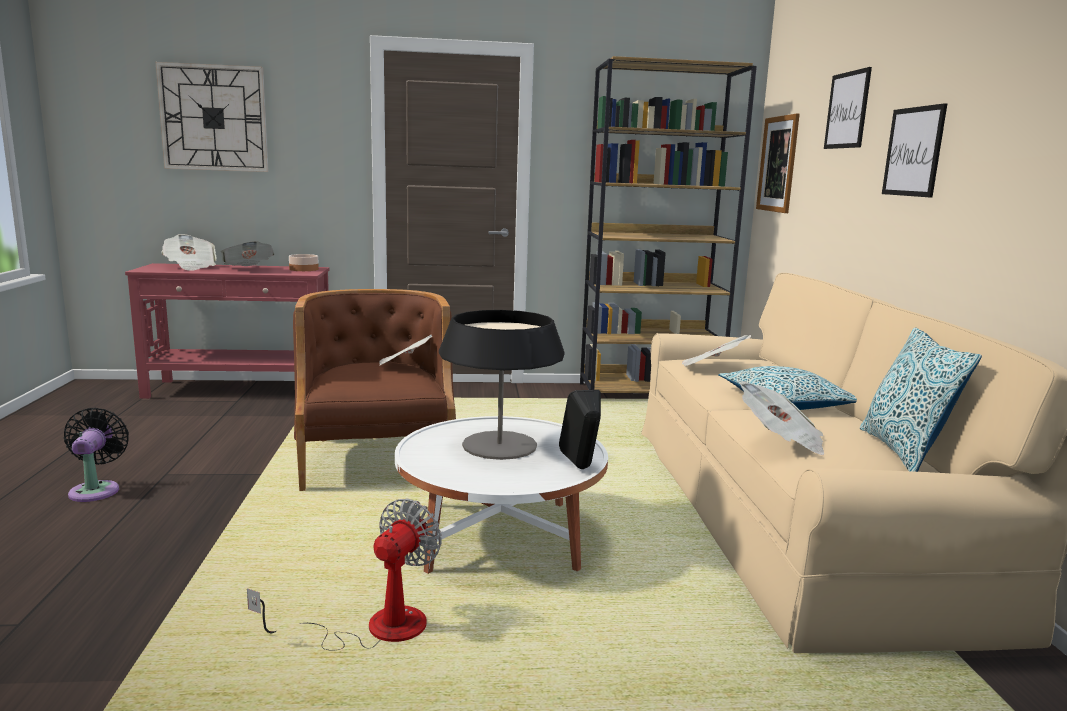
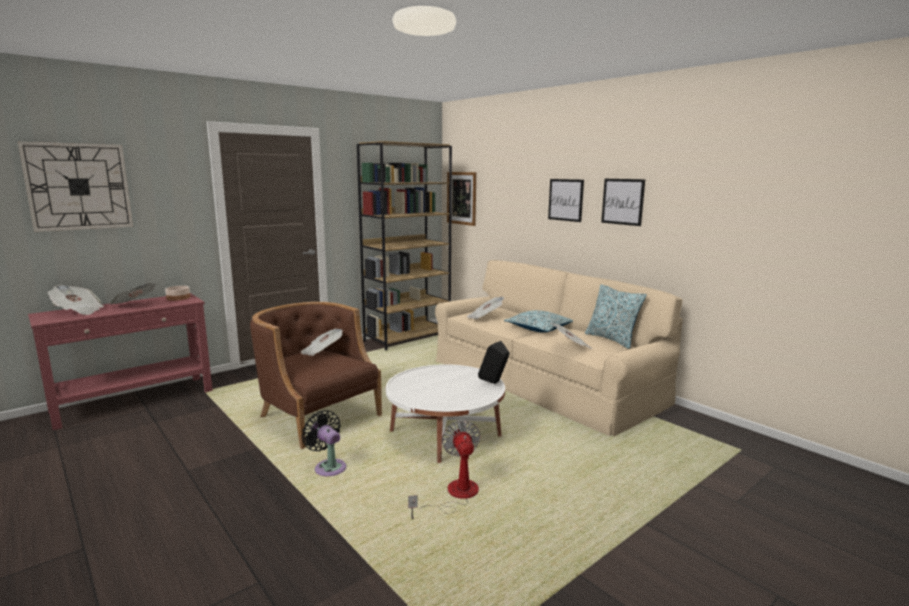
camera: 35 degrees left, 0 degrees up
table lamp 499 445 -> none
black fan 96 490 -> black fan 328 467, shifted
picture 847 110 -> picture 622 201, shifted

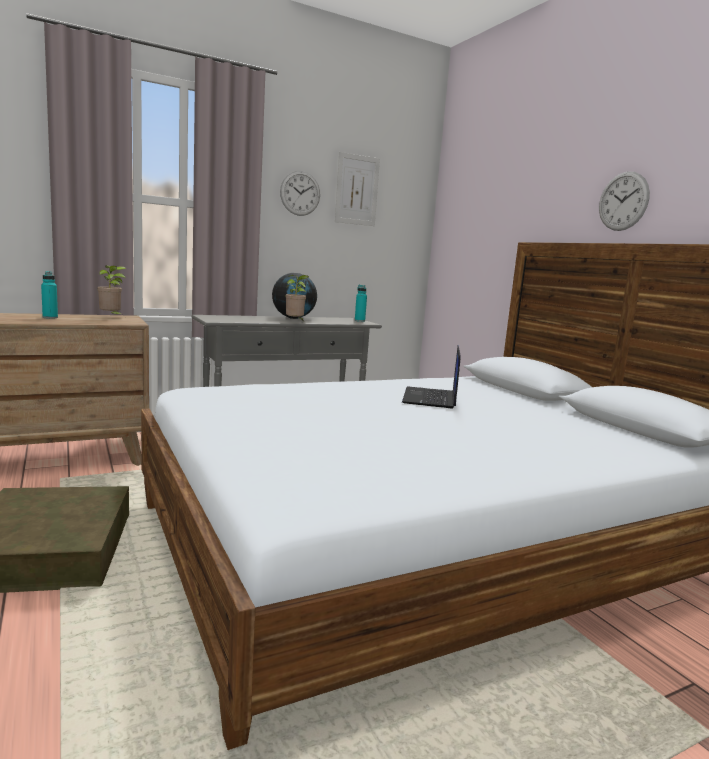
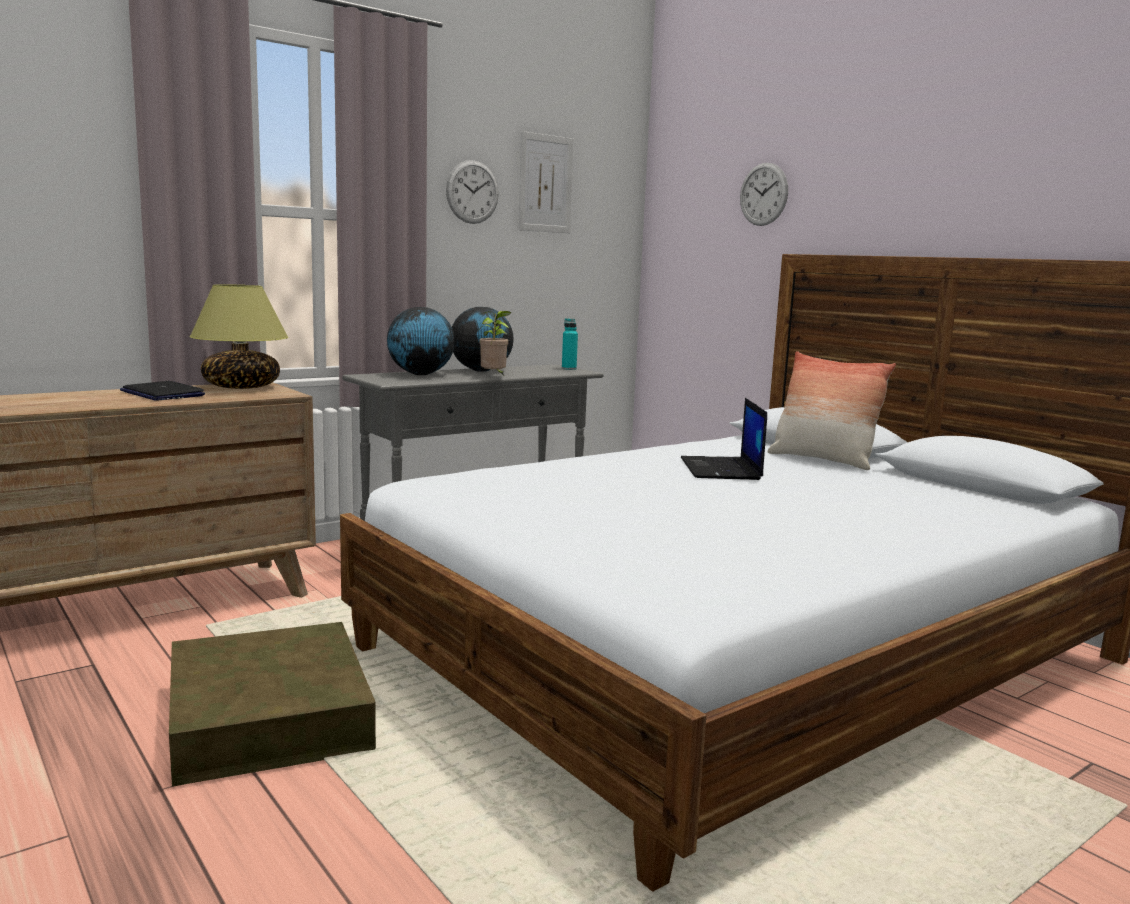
camera: 10 degrees left, 0 degrees up
none -> globe 420 374
none -> pillow 822 460
wall clock 623 201 -> wall clock 763 194, shifted
turquoise bottle 50 317 -> laptop 162 393
potted plant 111 317 -> table lamp 242 387

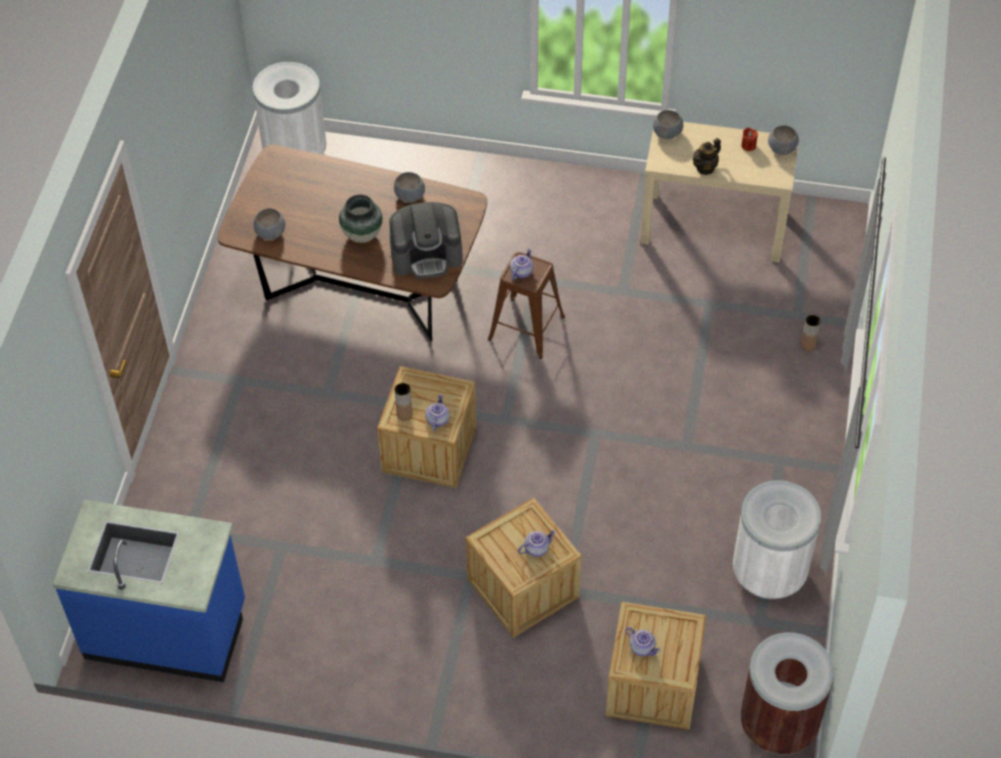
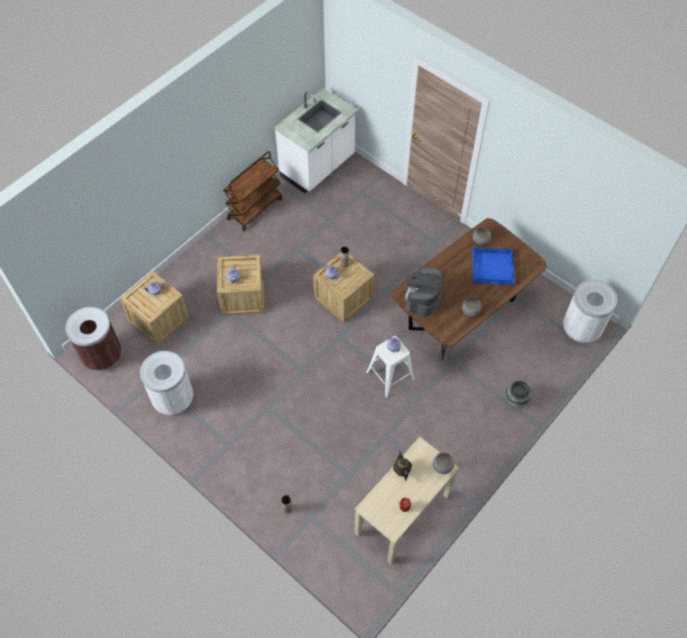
camera: 120 degrees right, 5 degrees up
grey bowl 782 148 -> none
none -> brown cart 255 208
none -> blue tray 493 266
vase 362 234 -> vase 515 400, shifted
blue counter 166 630 -> white counter 318 167
brown stool 526 328 -> white stool 389 376

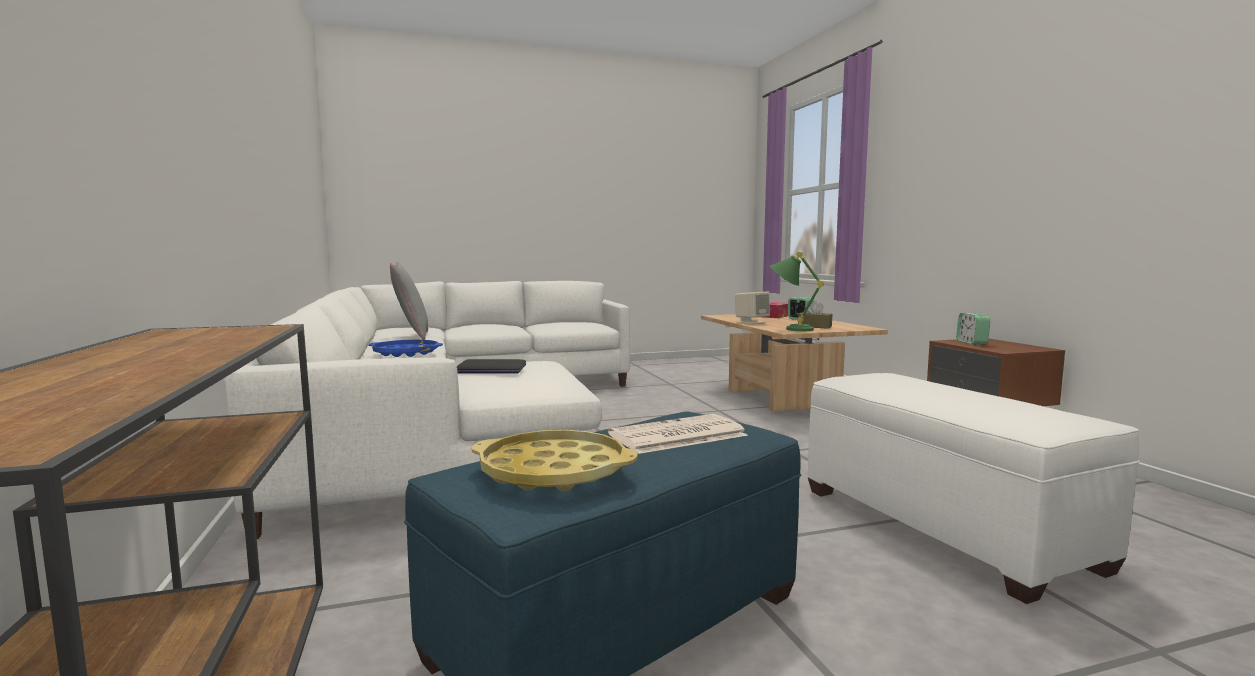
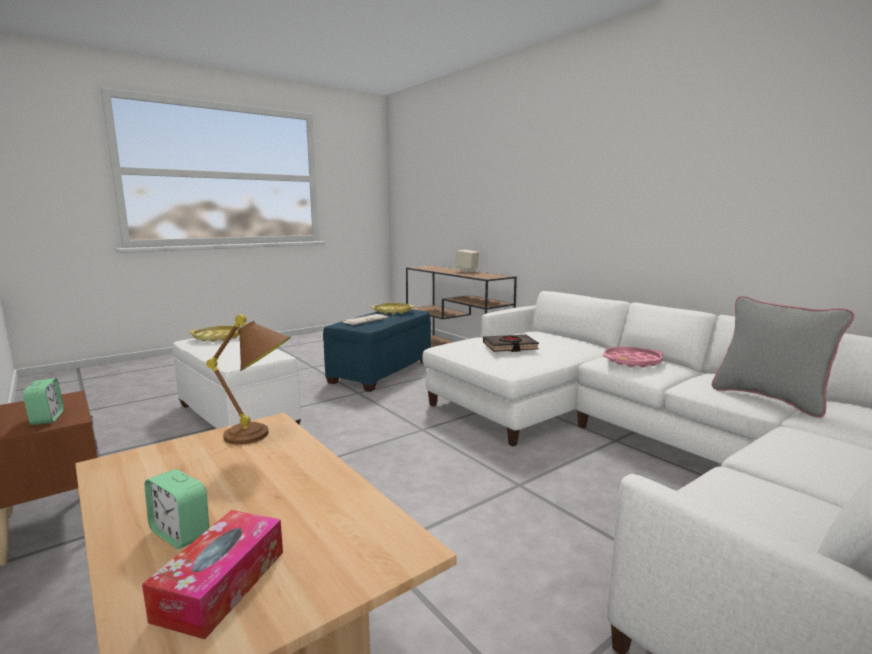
camera: 160 degrees right, 5 degrees up
brown tissue box 814 326 -> none
none -> yellow tray 218 337
beige speaker 751 322 -> beige speaker 467 271, shifted
laptop 490 369 -> black book 510 347
blue tray 406 353 -> pink tray 632 361
green table lamp 789 329 -> brown table lamp 261 436

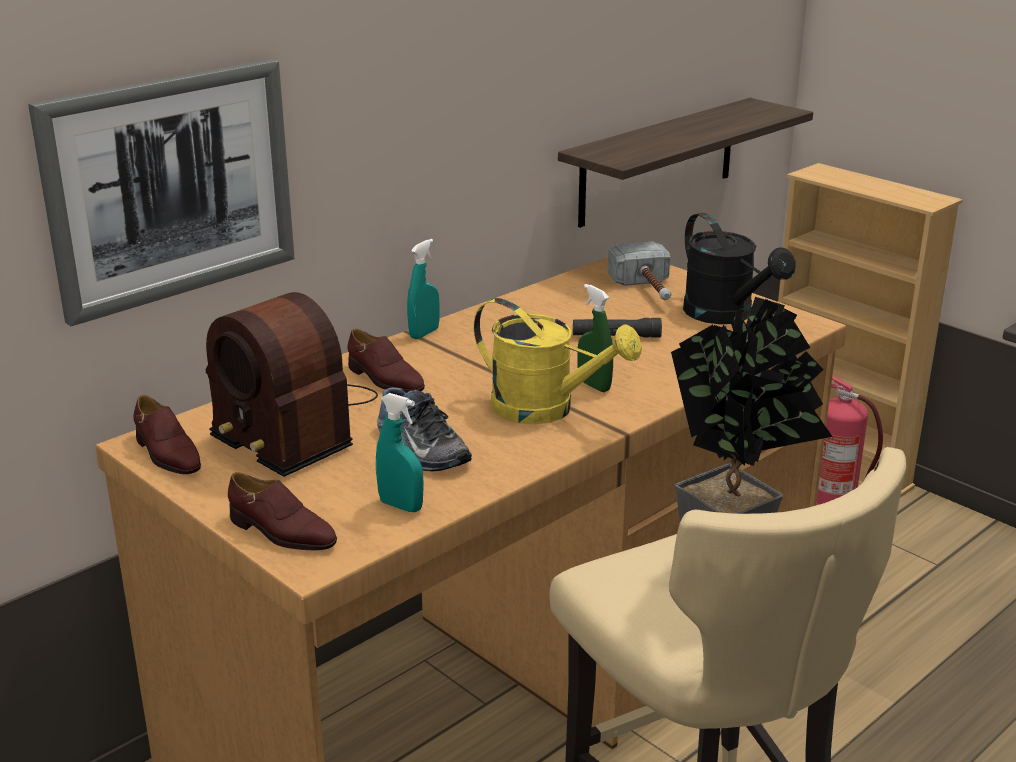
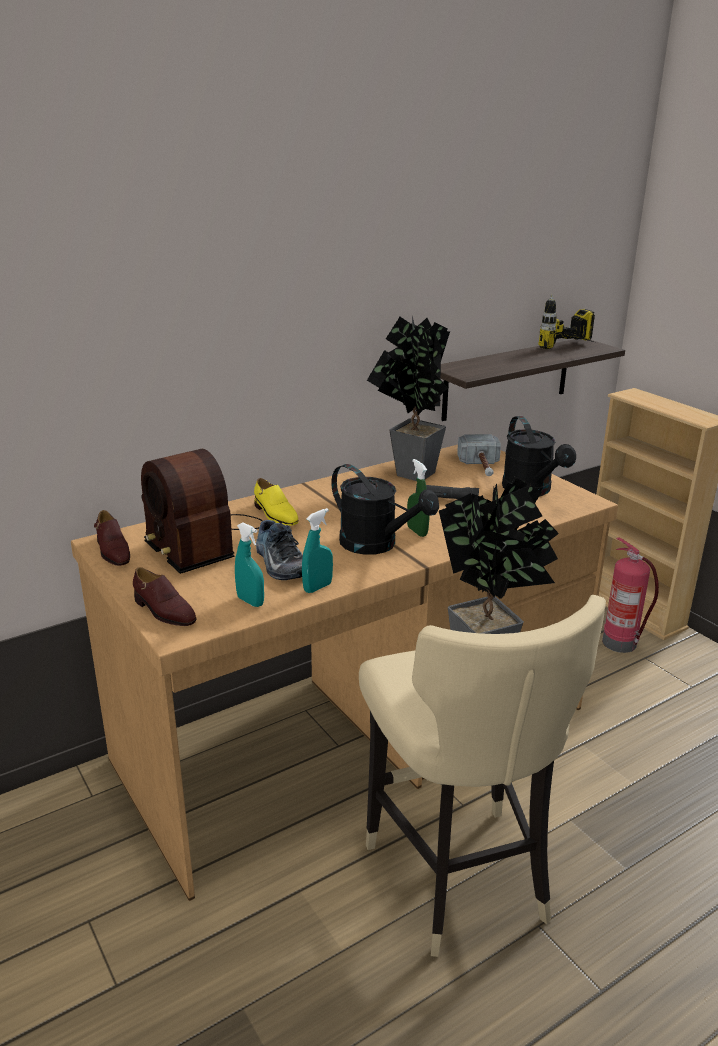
camera: 10 degrees right, 0 degrees up
picture 171 187 -> none
none -> potted plant 409 475
none -> power drill 576 350
turquoise spray bottle 424 333 -> turquoise spray bottle 317 587, shifted
brown shoe 385 379 -> yellow shoe 275 514
yellow watering can 546 409 -> black watering can 377 545

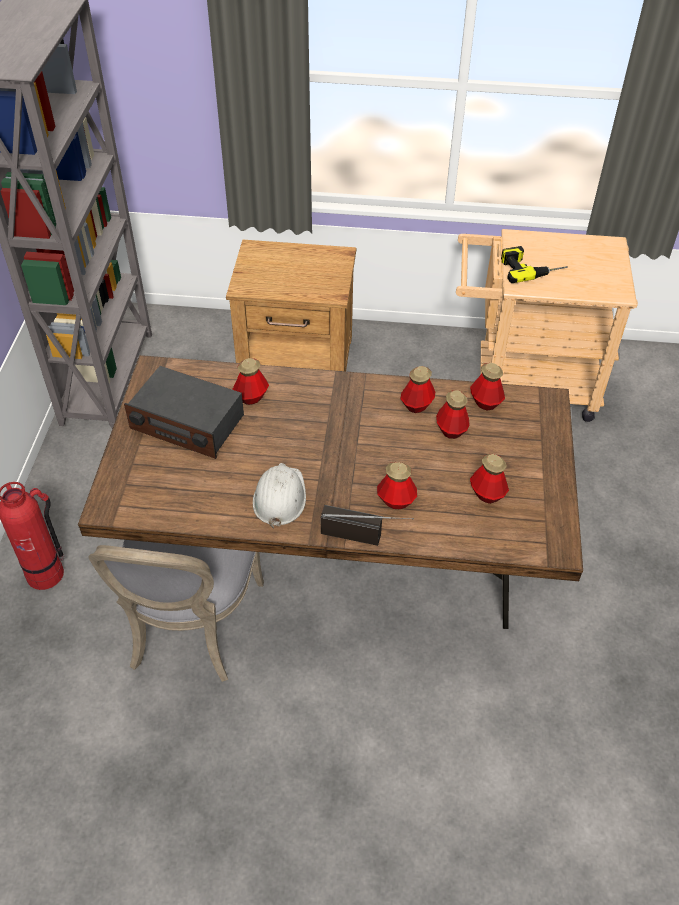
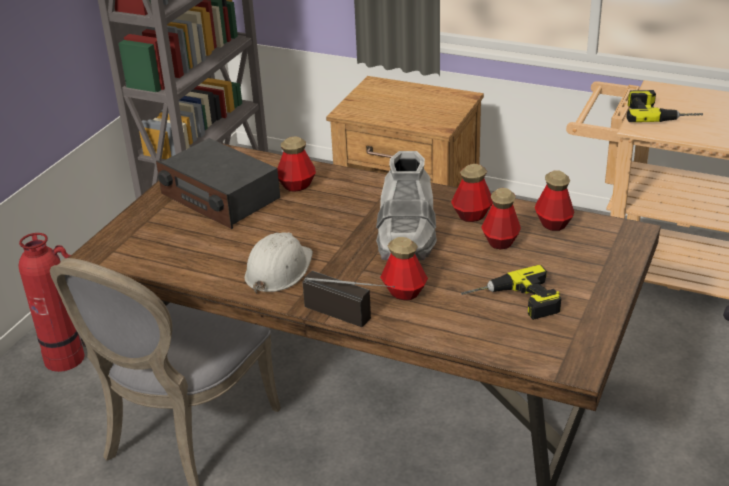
camera: 20 degrees right, 15 degrees down
none -> grey boot 407 237
bottle 487 494 -> power drill 513 303

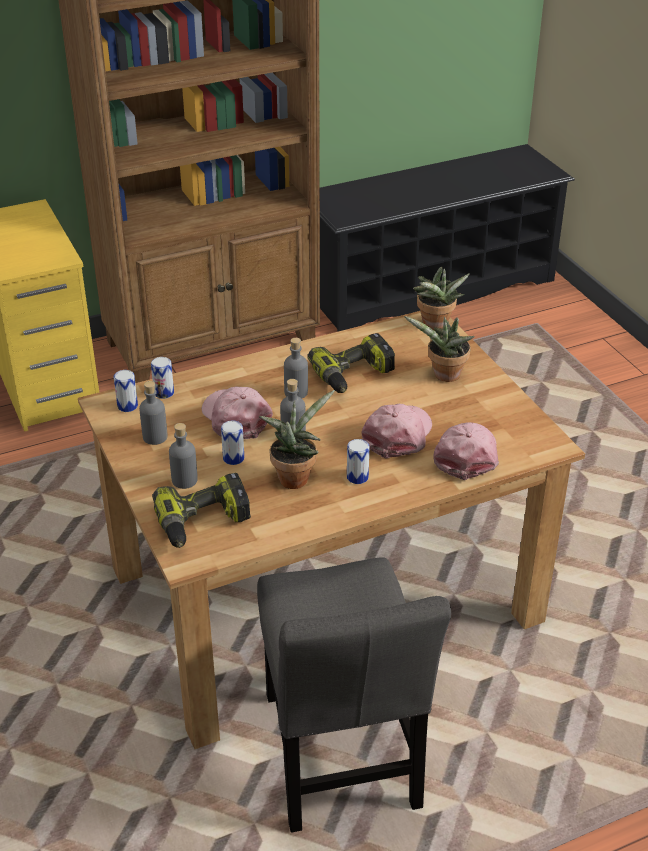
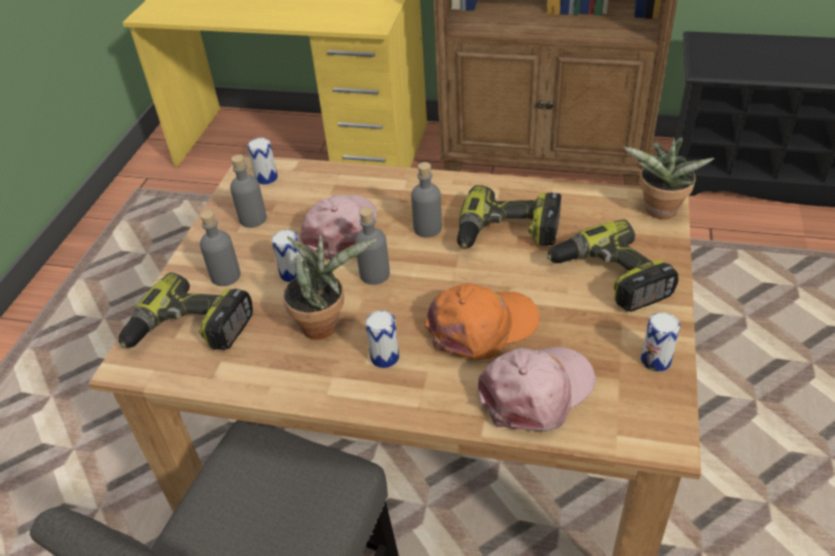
camera: 40 degrees right, 5 degrees up
can 164 393 -> can 655 360, shifted
potted plant 444 376 -> power drill 609 278
pink cap 398 435 -> orange cap 482 327

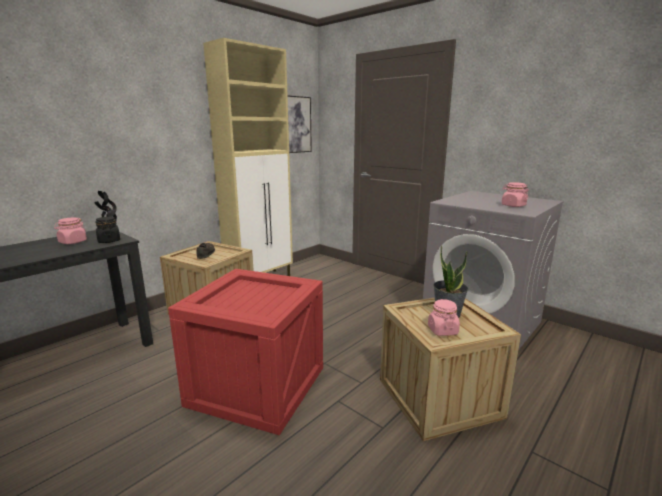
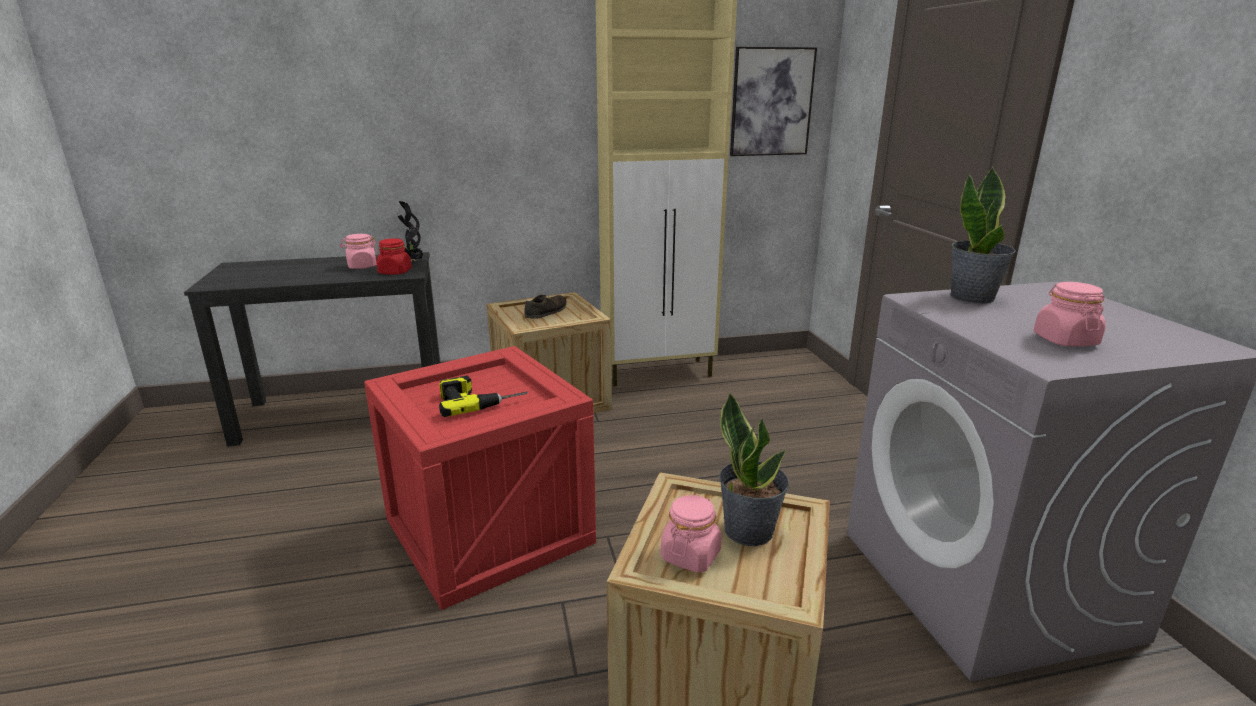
camera: 35 degrees right, 5 degrees up
none -> power drill 480 399
none -> potted plant 973 297
black jar 109 241 -> red jar 395 272

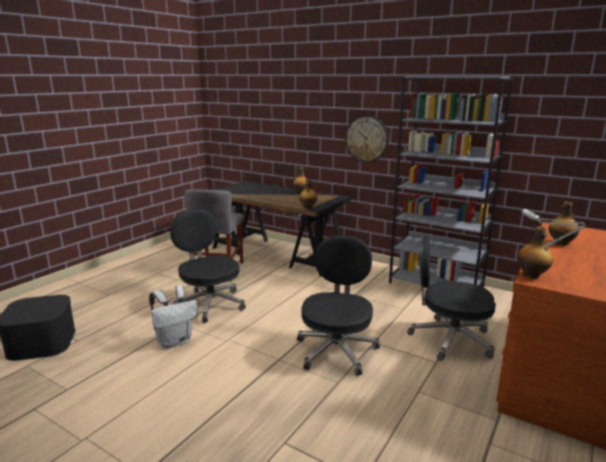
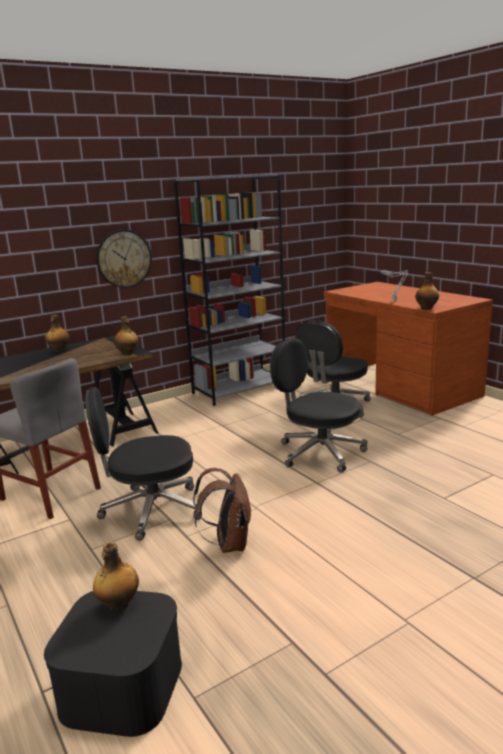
camera: 65 degrees left, 0 degrees up
bottle 560 243 -> bottle 118 604, shifted
white backpack 175 341 -> brown backpack 229 544

